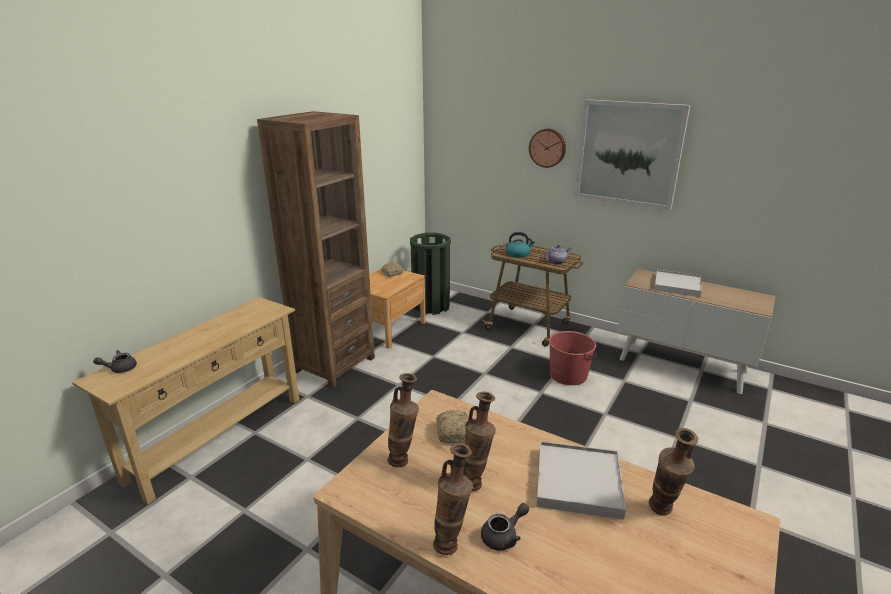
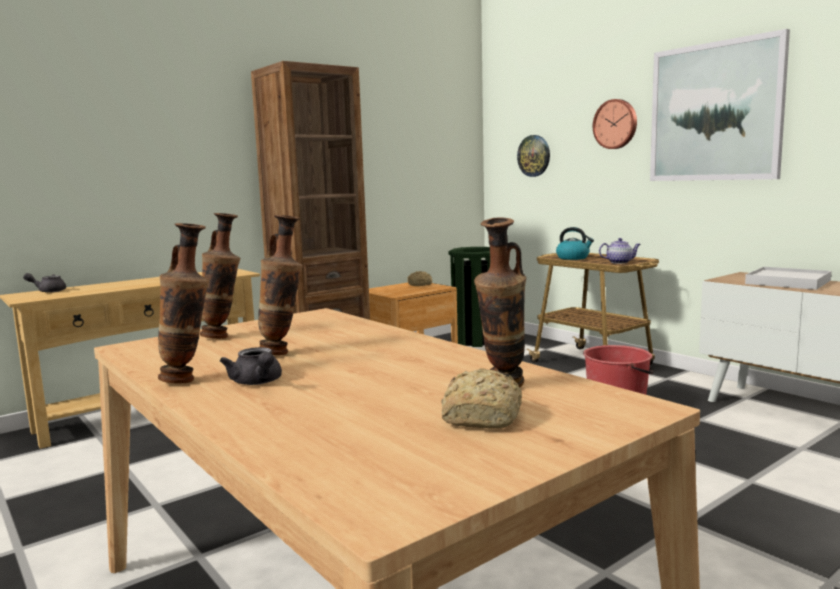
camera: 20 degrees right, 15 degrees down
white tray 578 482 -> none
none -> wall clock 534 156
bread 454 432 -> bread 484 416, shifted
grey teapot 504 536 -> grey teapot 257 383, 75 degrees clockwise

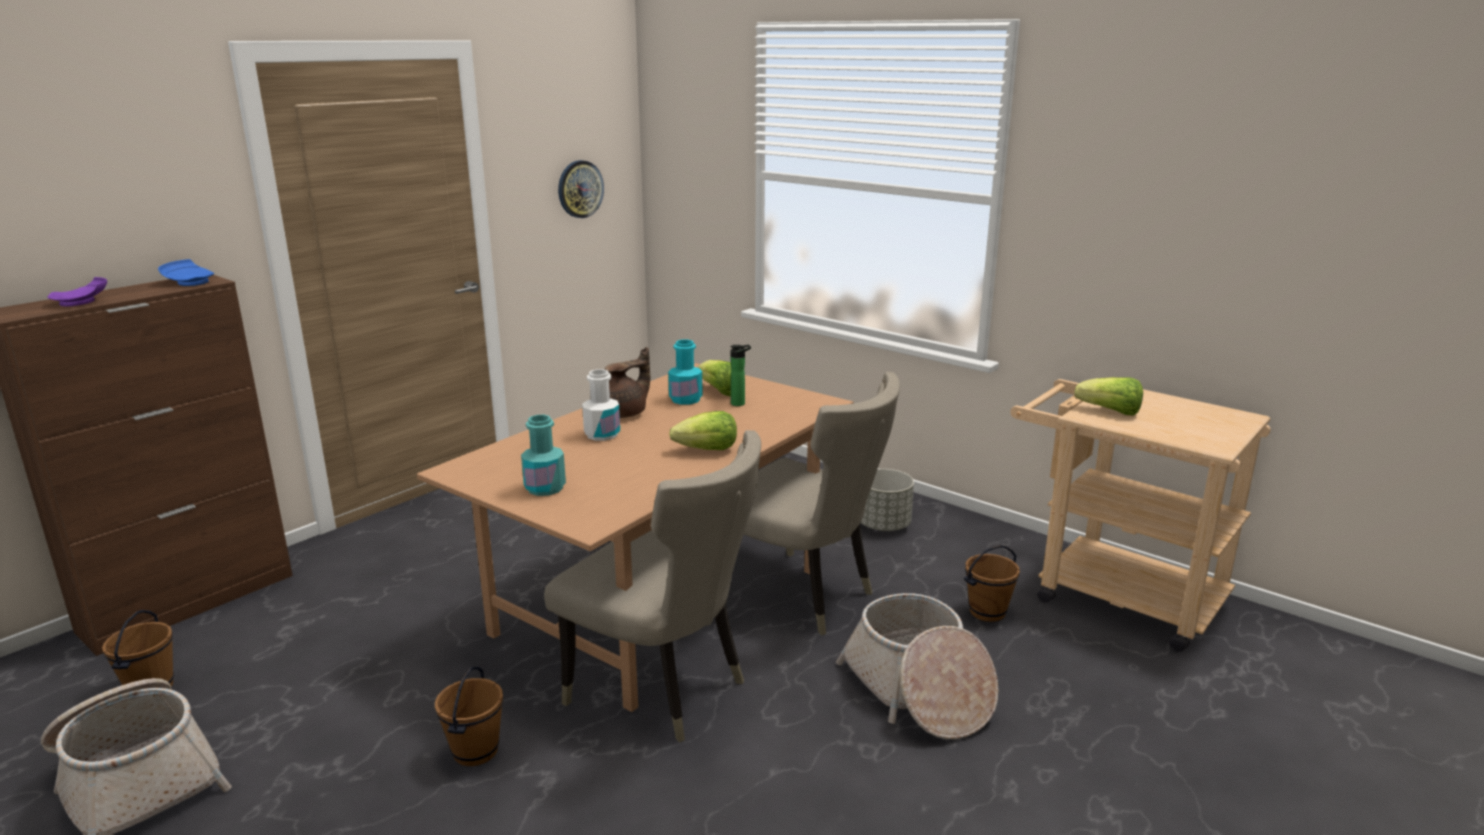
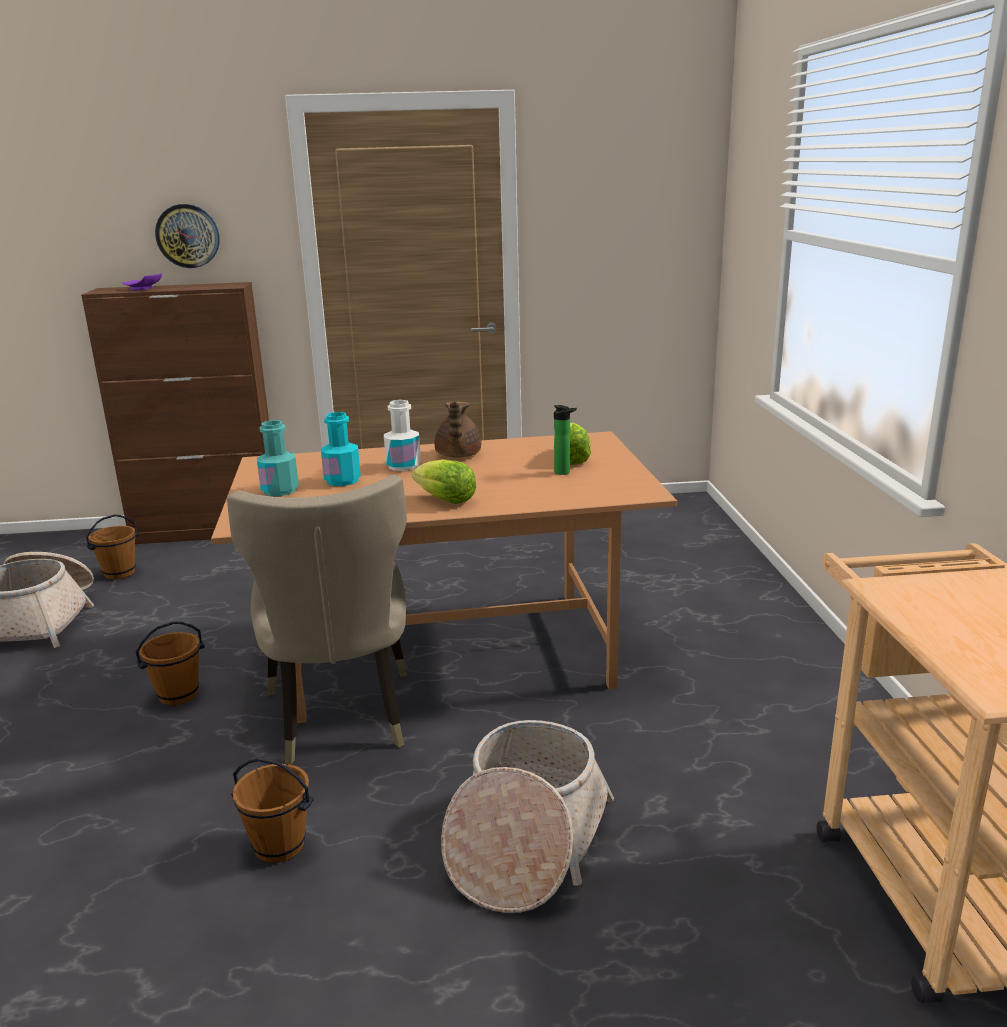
camera: 45 degrees right, 0 degrees up
blue plate 190 282 -> none
beige chair 804 597 -> none
grey planter 884 525 -> none
lettuce 1110 412 -> none
wall clock 580 189 -> wall clock 188 236, shifted
turquoise bottle 685 399 -> turquoise bottle 342 480, shifted
brown bucket 987 612 -> brown bucket 279 846, shifted
brown teapot 625 413 -> brown teapot 457 455, 90 degrees clockwise

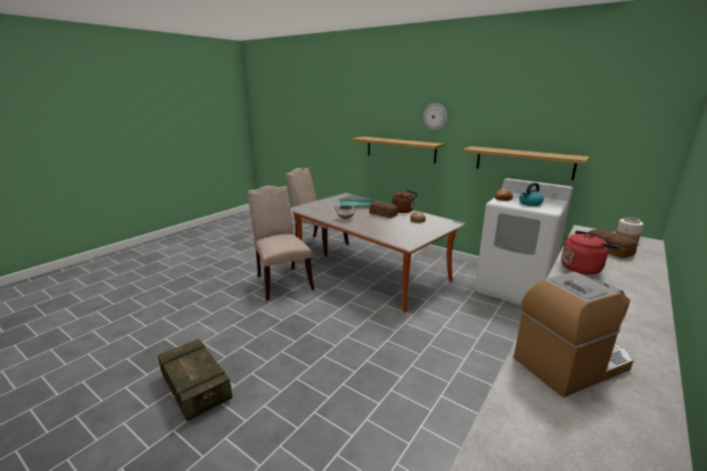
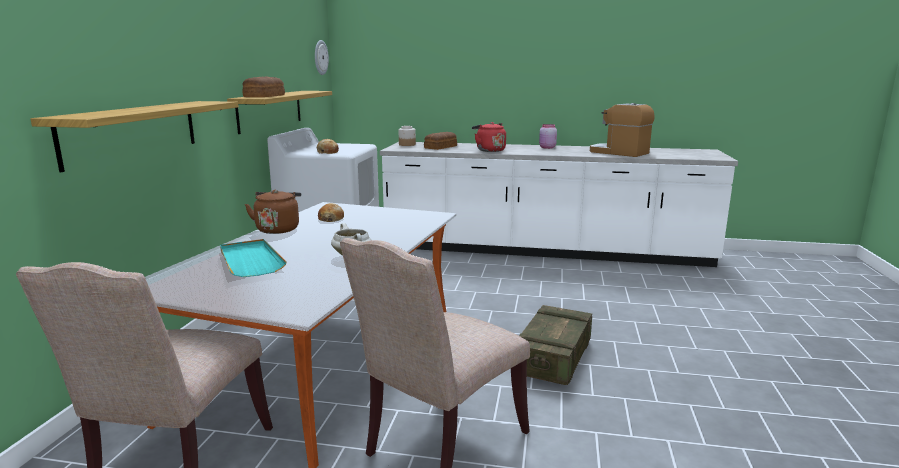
camera: 115 degrees left, 5 degrees down
kettle 530 203 -> none
none -> pink jar 547 147
crate 196 388 -> crate 553 359, shifted
bread 383 214 -> bread 263 96, shifted
wall clock 435 116 -> wall clock 320 57, shifted

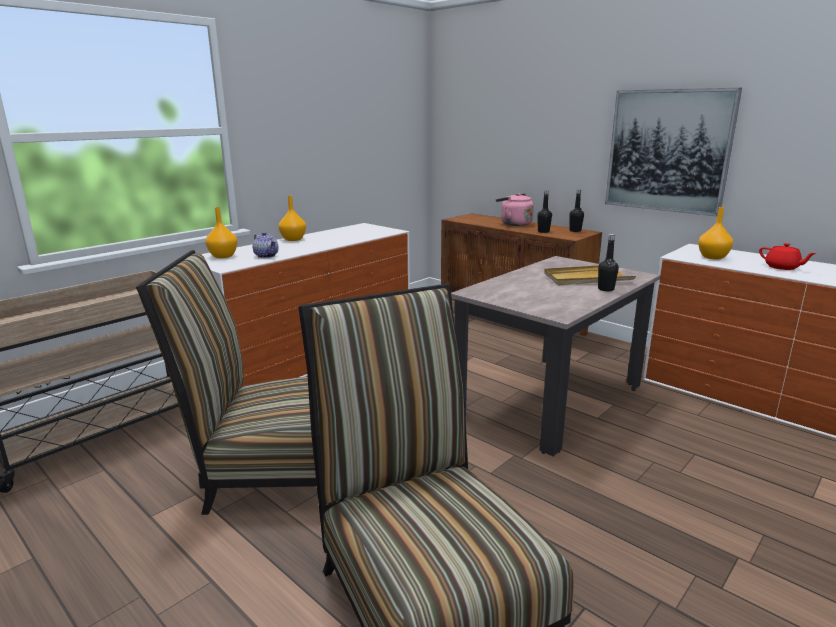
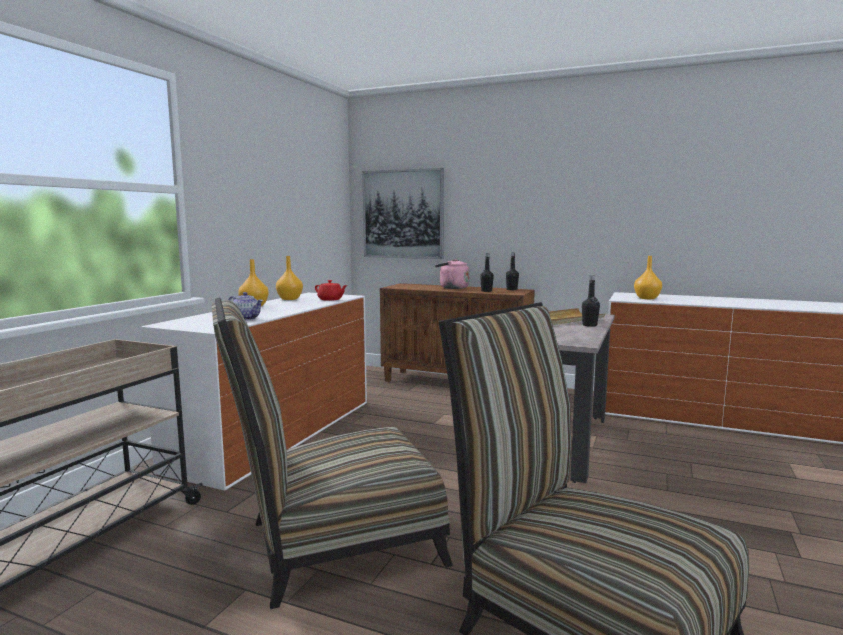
camera: 20 degrees left, 10 degrees down
orange vase 223 256 -> orange vase 290 299, shifted
picture 668 151 -> picture 403 214, shifted
red teapot 782 267 -> red teapot 330 299, shifted

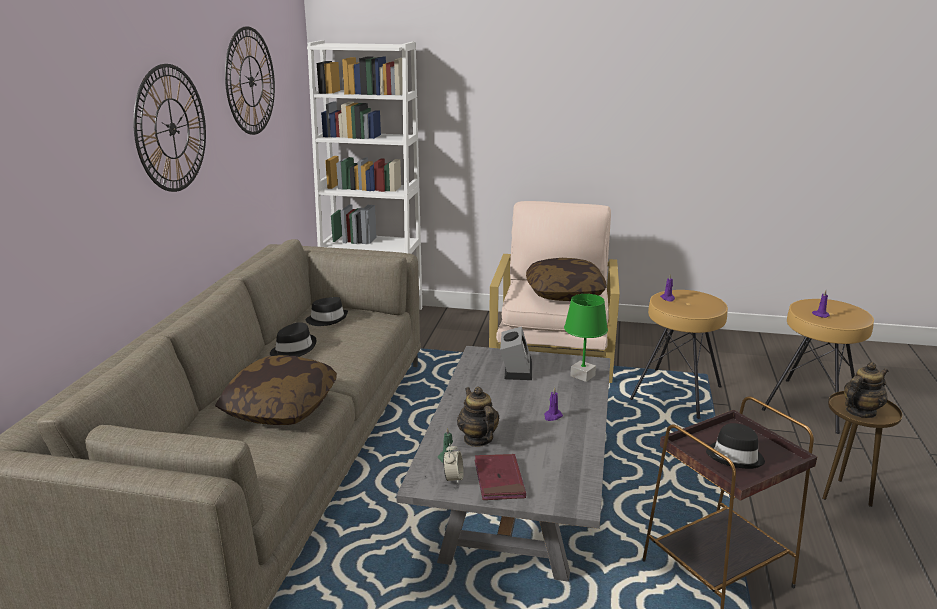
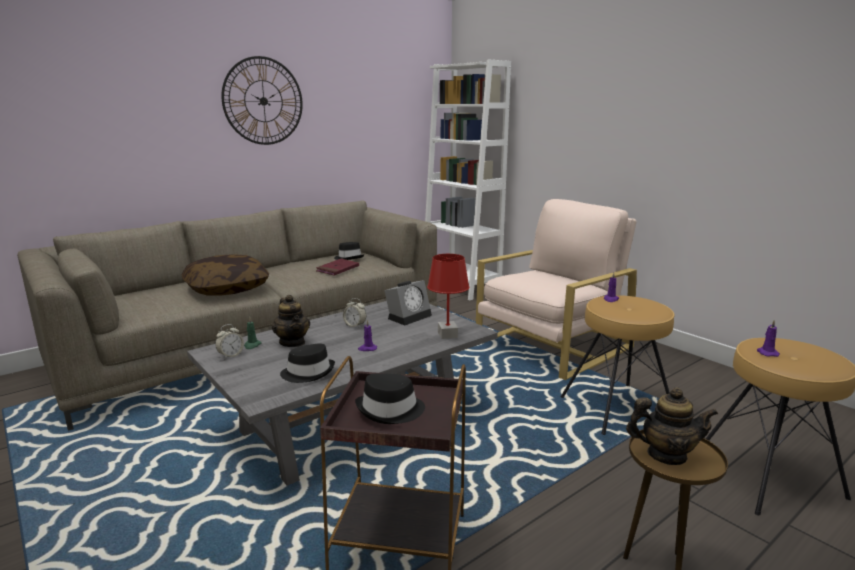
camera: 40 degrees right, 5 degrees down
wall clock 250 81 -> none
pillow 564 293 -> none
none -> alarm clock 355 325
black hat 293 349 -> black hat 308 372, shifted
red book 499 480 -> red book 338 269, shifted
green table lamp 583 376 -> red table lamp 448 335
teapot 478 439 -> teapot 292 342, 135 degrees clockwise

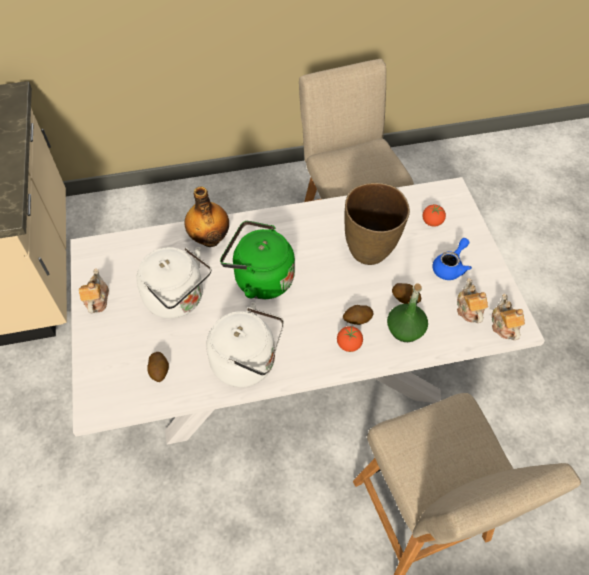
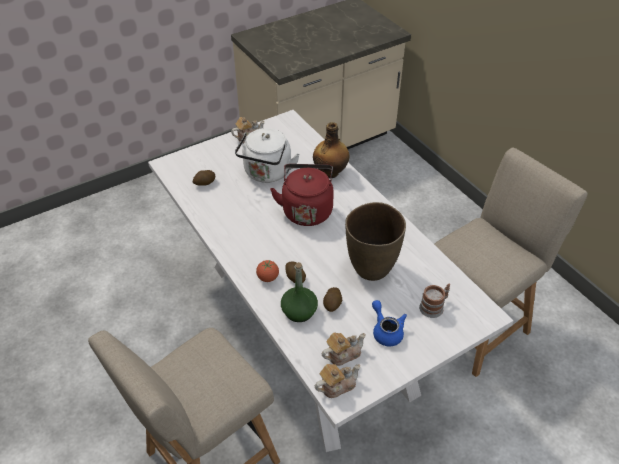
camera: 70 degrees right, 10 degrees down
white kettle 248 362 -> none
tomato 432 222 -> mug 434 306
green kettle 260 279 -> red kettle 307 210
blue teapot 450 267 -> blue teapot 386 331, 135 degrees counterclockwise

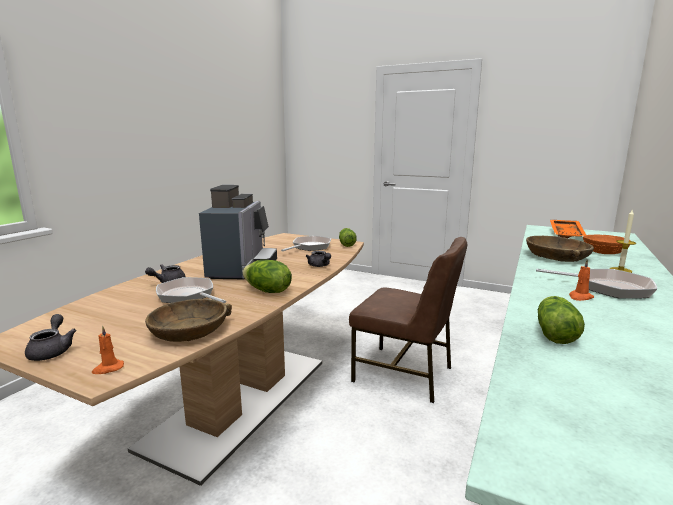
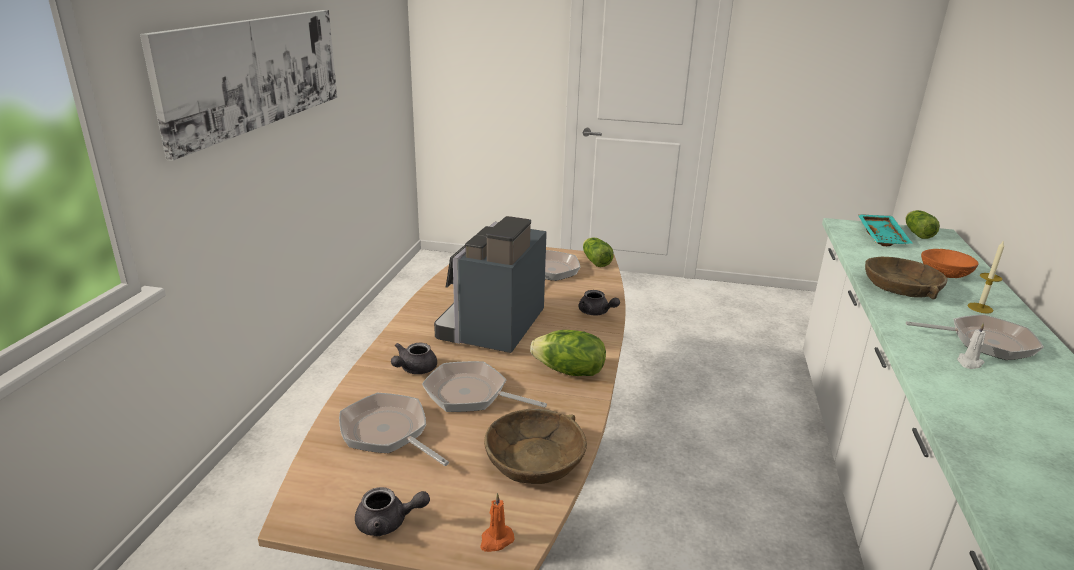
camera: 15 degrees left, 10 degrees up
brown chair 404 374 -> none
none -> picture 257 72
none -> frying pan 388 433
lettuce 554 332 -> lettuce 917 233, shifted
orange tray 567 234 -> turquoise tray 883 237
orange candle 580 297 -> white candle 969 363
grey teapot 52 350 -> grey teapot 388 523, 120 degrees clockwise
coffee machine 241 268 -> coffee machine 493 328, 150 degrees counterclockwise

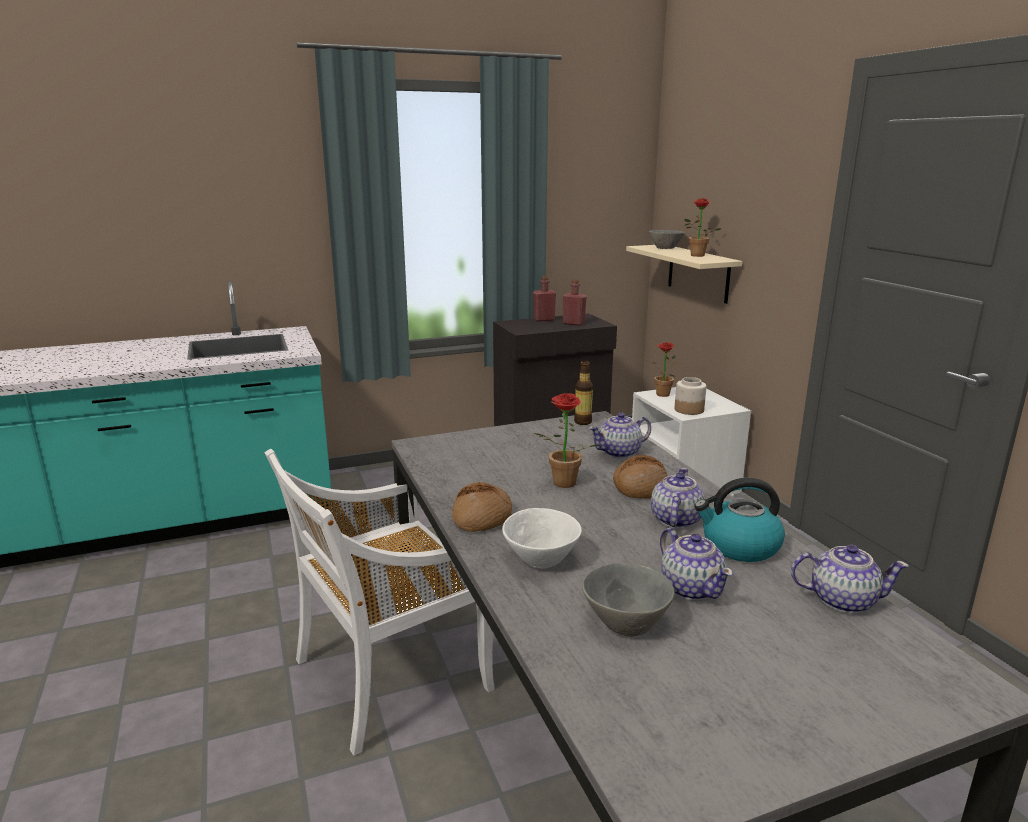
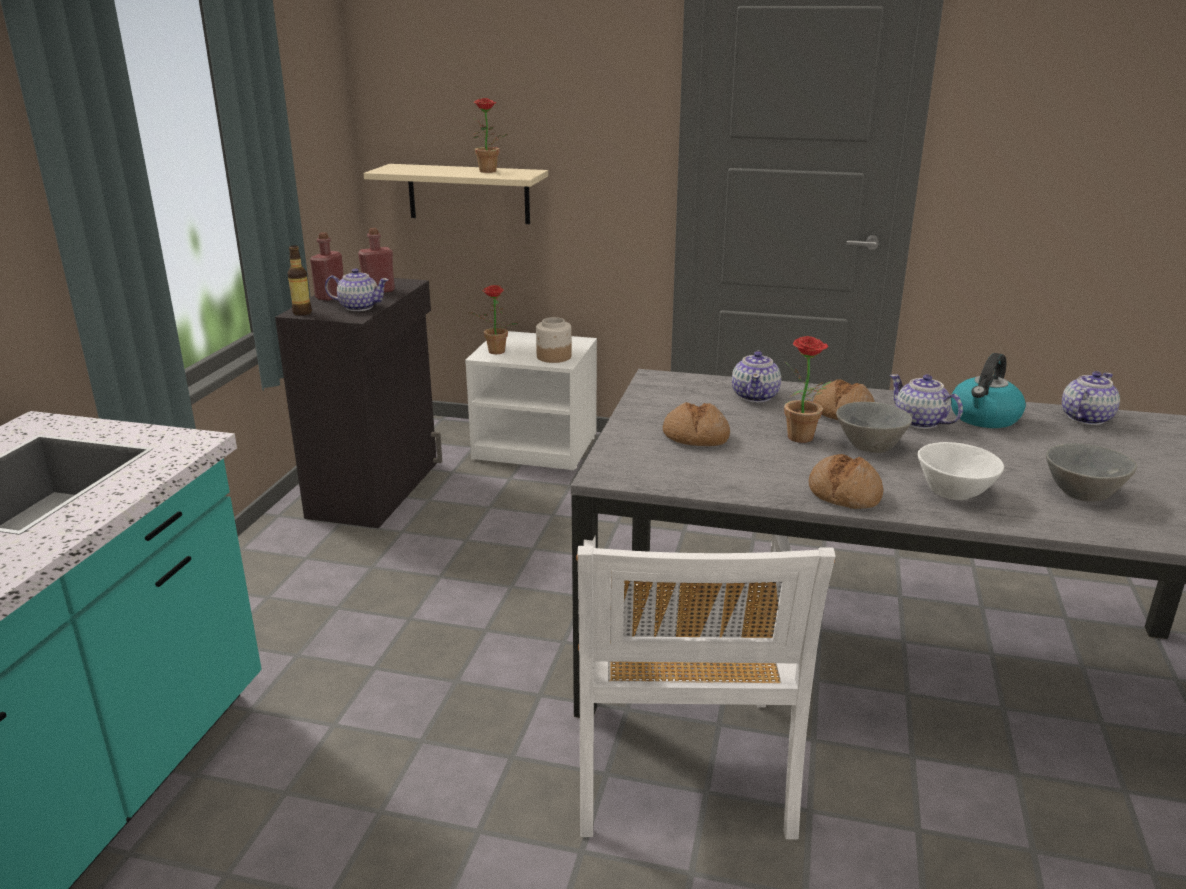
camera: 55 degrees left, 5 degrees up
none -> bread 695 437
bottle 583 422 -> bottle 302 312, shifted
grey bowl 666 248 -> grey bowl 871 445, shifted
teapot 691 588 -> teapot 359 307, shifted

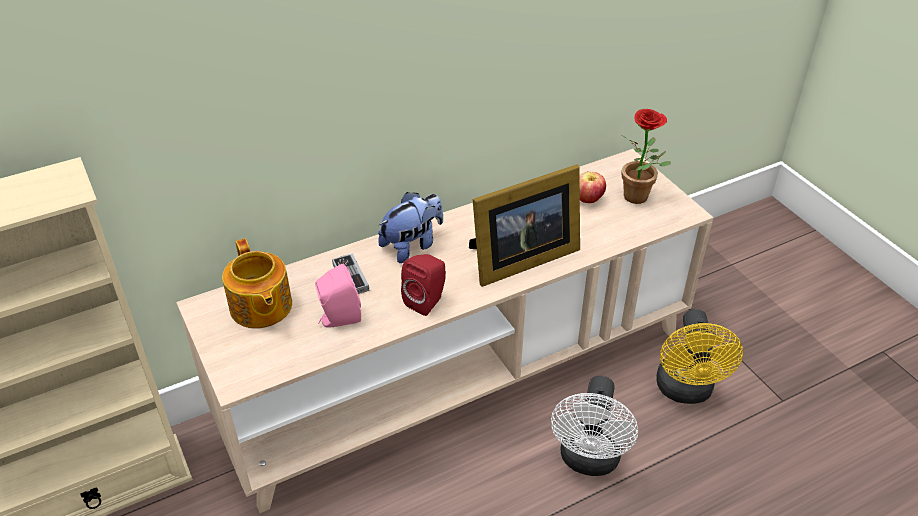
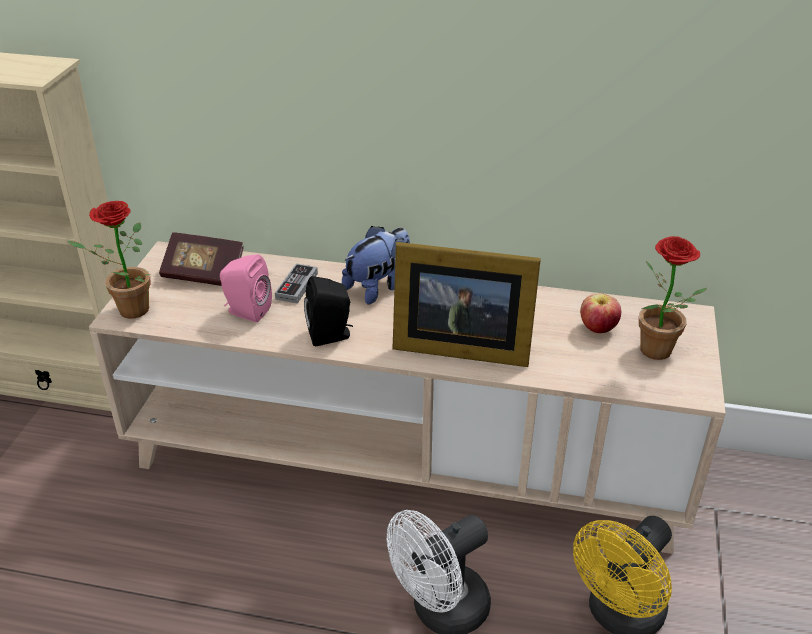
camera: 40 degrees right, 5 degrees down
none -> potted plant 127 311
teapot 260 308 -> book 204 274
red speaker 427 301 -> black speaker 331 336
plush toy 412 245 -> plush toy 378 287, 45 degrees counterclockwise

